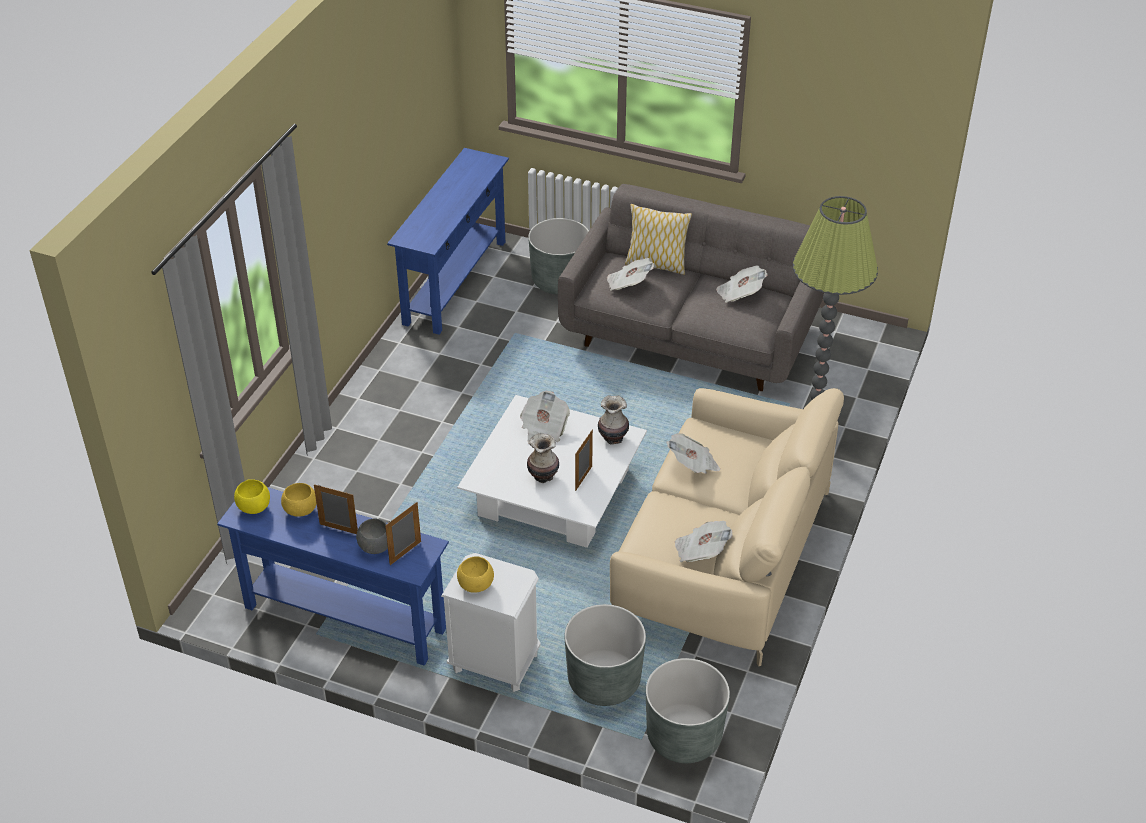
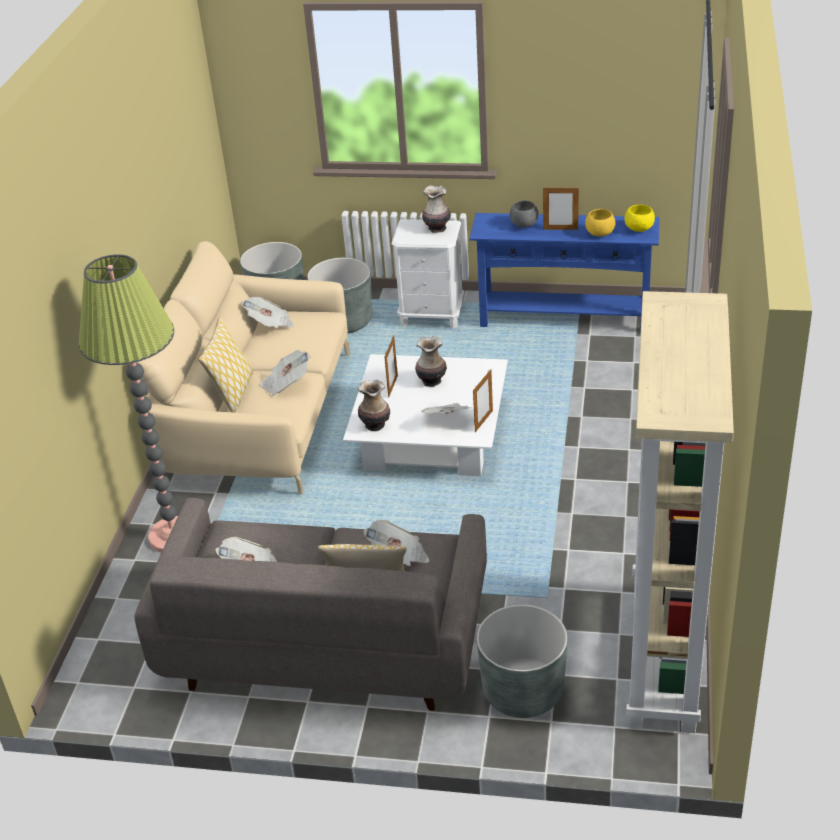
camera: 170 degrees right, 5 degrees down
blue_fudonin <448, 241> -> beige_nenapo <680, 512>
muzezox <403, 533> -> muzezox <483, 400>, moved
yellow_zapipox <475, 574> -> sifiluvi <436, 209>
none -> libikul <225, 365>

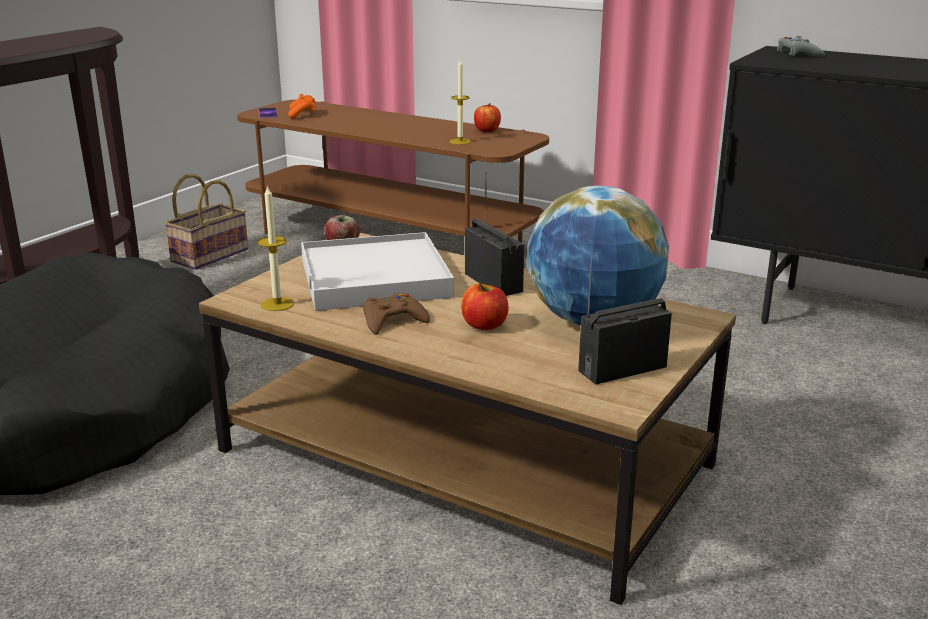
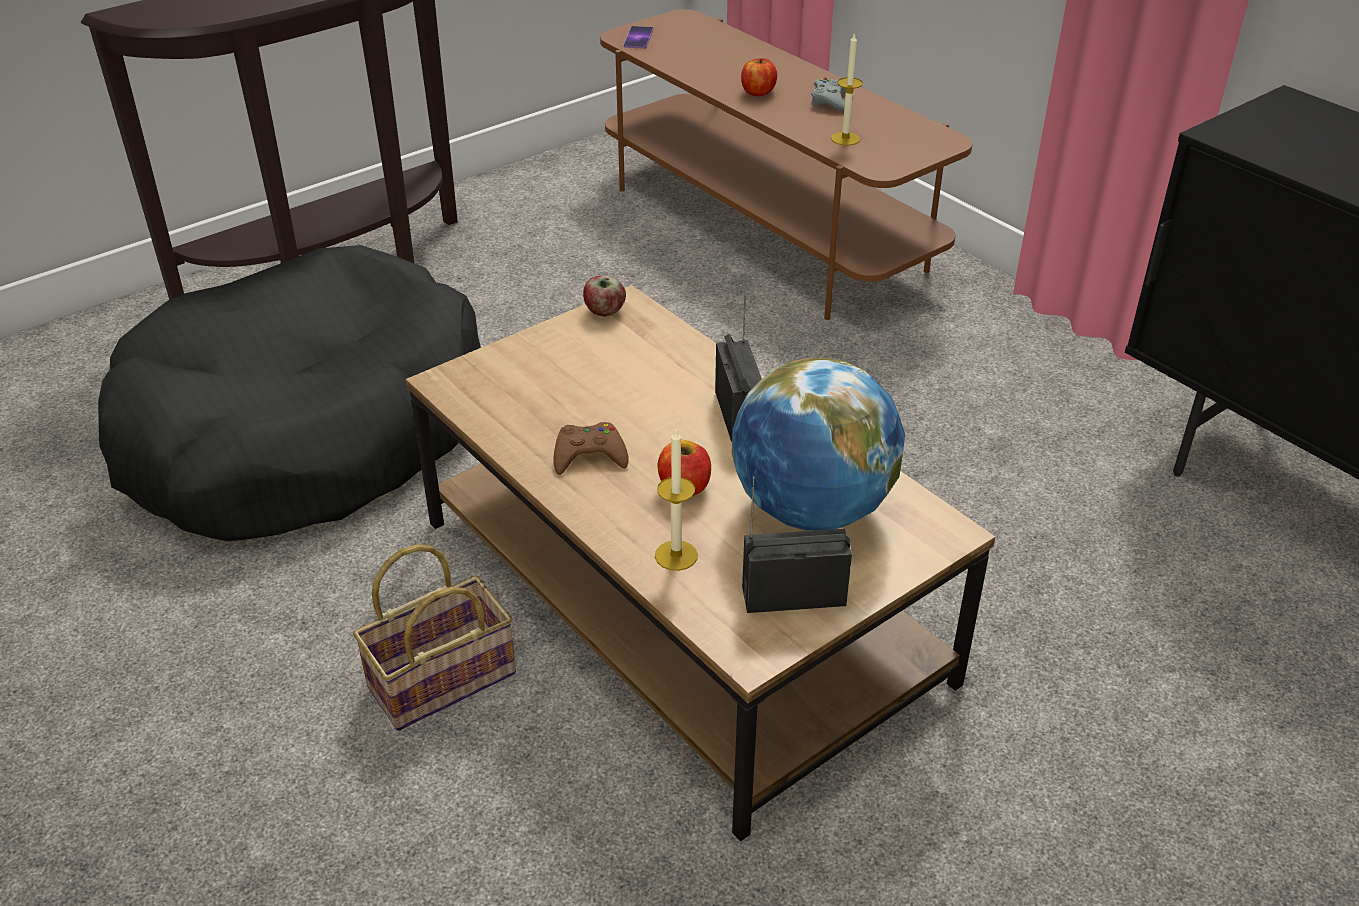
camera: 20 degrees right, 15 degrees up
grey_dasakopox <801, 46> -> grey_dasakopox <828, 95>, moved
orange_dasakopox <301, 106> -> none
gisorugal <487, 117> -> gisorugal <759, 77>, moved
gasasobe <206, 222> -> gasasobe <434, 637>, moved
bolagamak <276, 248> -> bolagamak <676, 500>, moved
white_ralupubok <377, 271> -> none

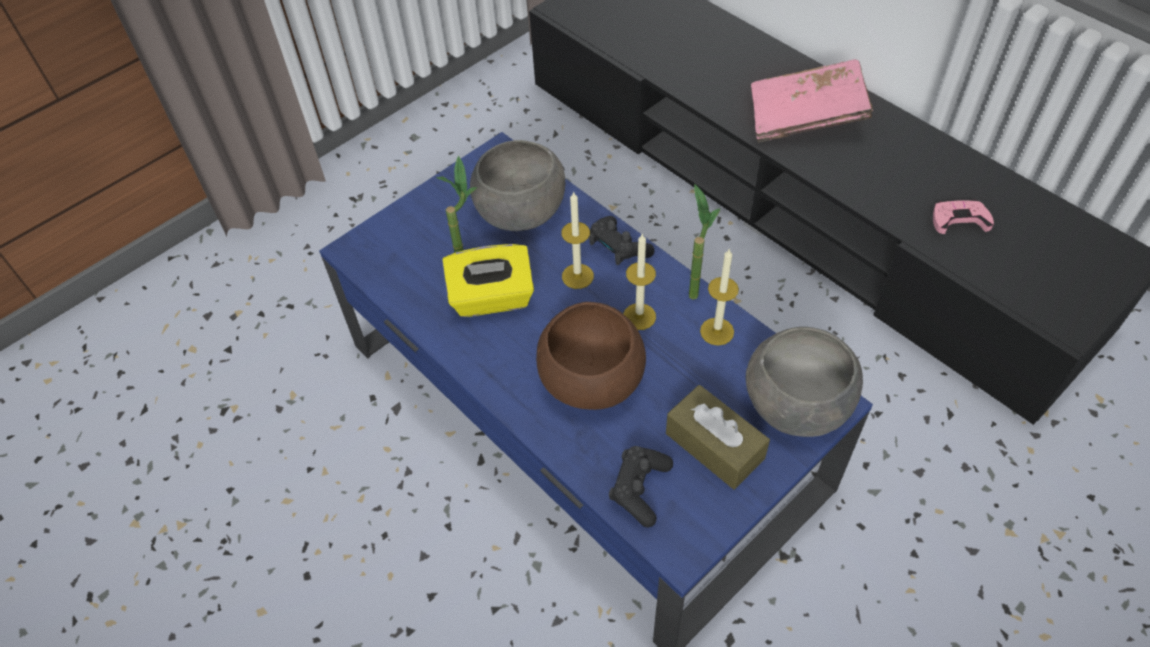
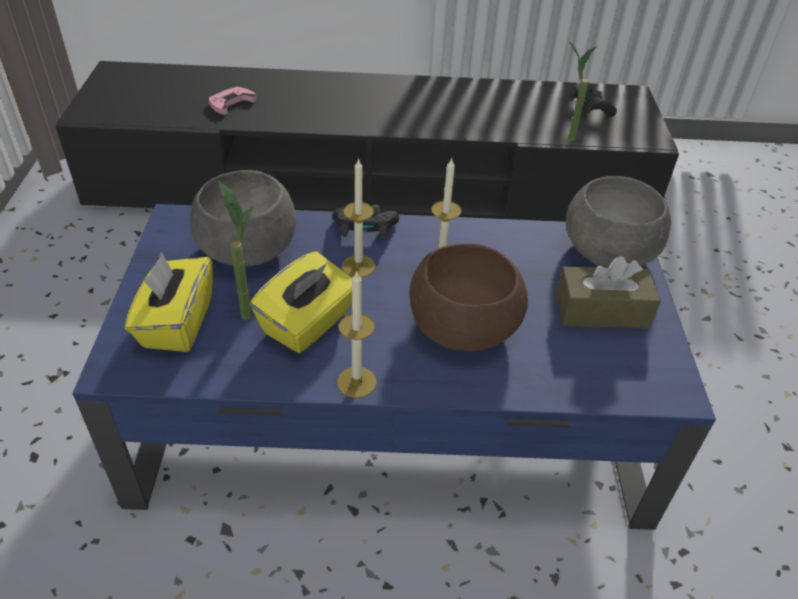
camera: 50 degrees left, 10 degrees down
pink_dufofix <812, 100> -> none
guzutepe <704, 241> -> guzutepe <583, 91>, moved
pink_dasakopox <963, 217> -> pink_dasakopox <232, 100>, moved
bolagamak <719, 297> -> bolagamak <357, 334>, moved
black_dasakopox <641, 486> -> black_dasakopox <593, 100>, moved
none -> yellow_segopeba <169, 302>

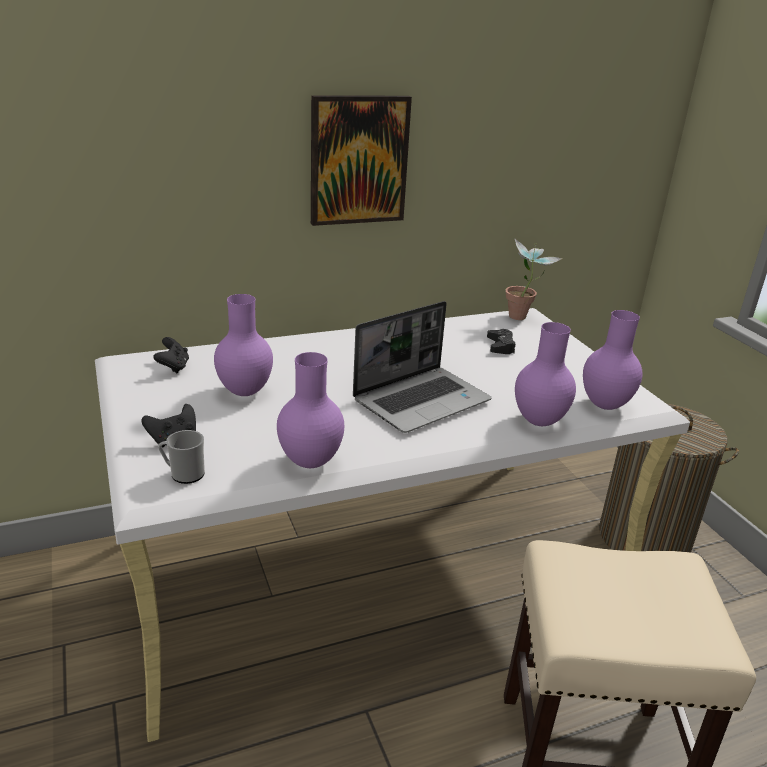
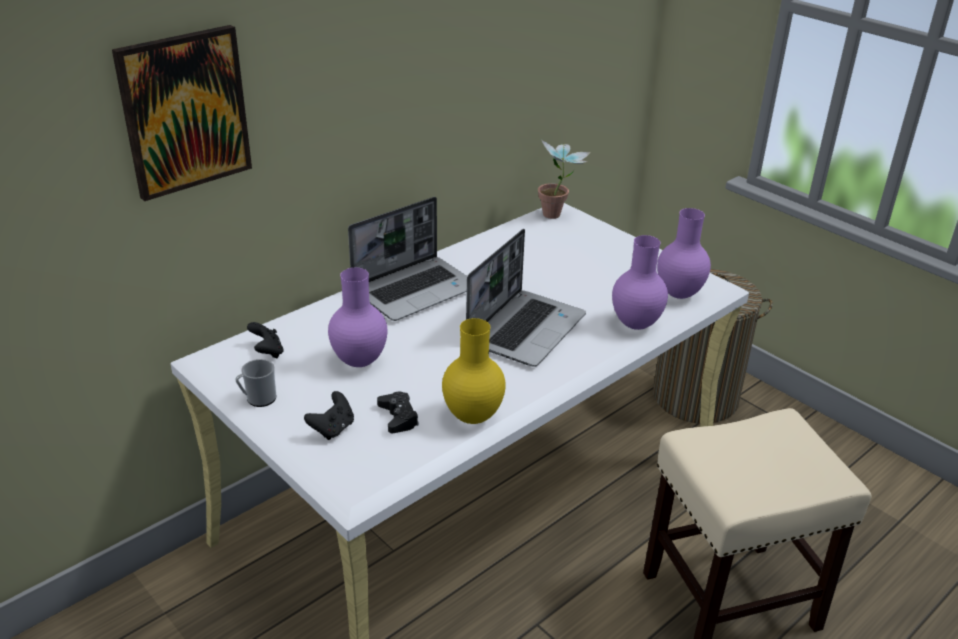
camera: 20 degrees left, 5 degrees up
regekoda <361, 161> -> regekoda <182, 113>, moved
black_dasakopox <501, 341> -> black_dasakopox <398, 412>, moved
purple_sifiluvi <310, 410> -> yellow_sifiluvi <474, 371>
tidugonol <181, 457> -> tidugonol <255, 383>, moved
none -> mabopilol <407, 259>

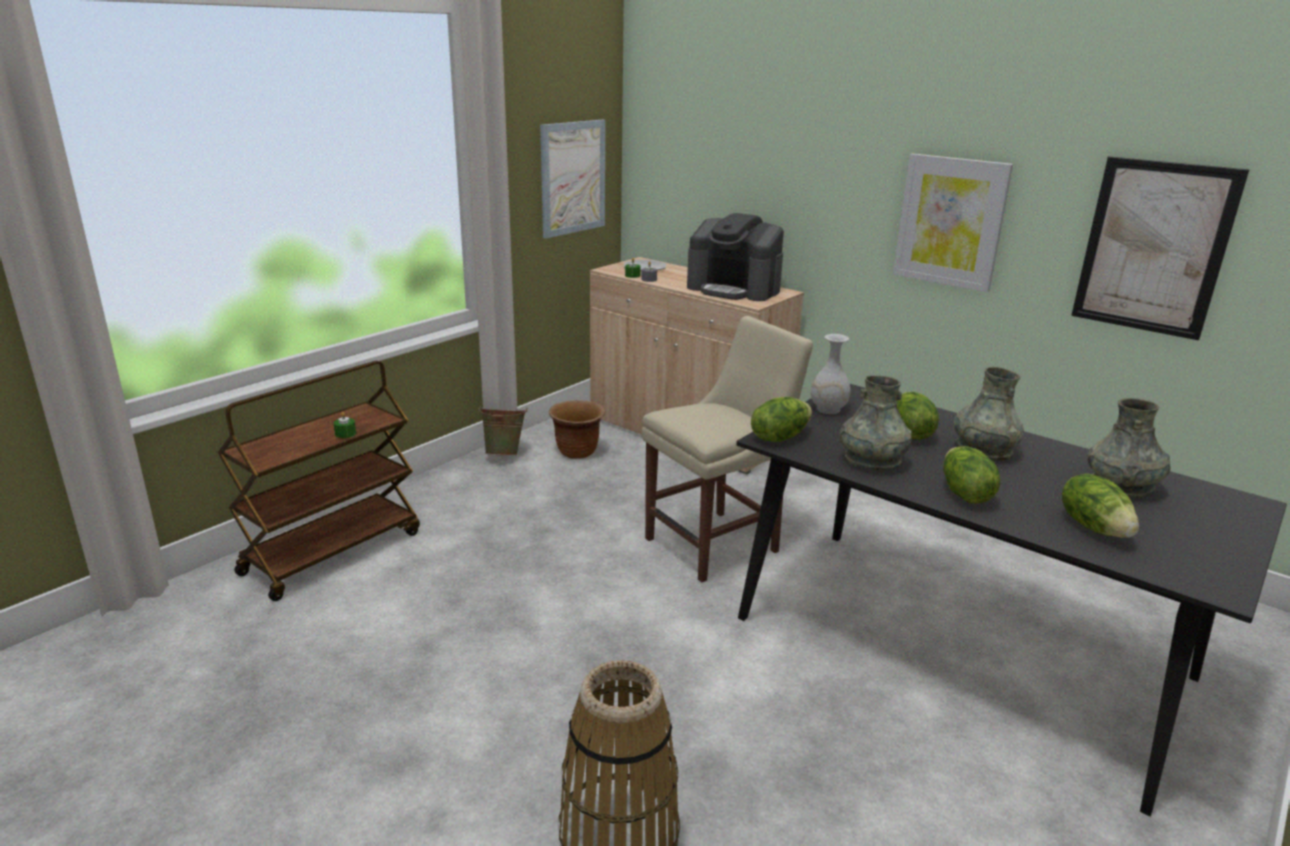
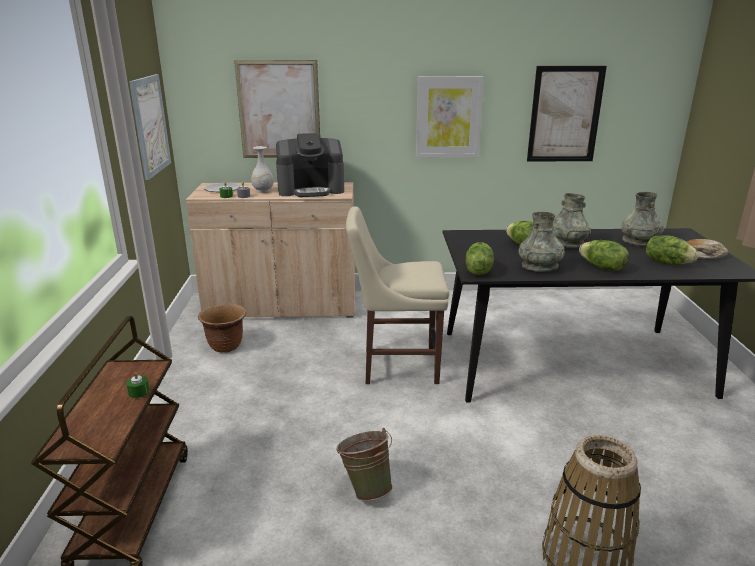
camera: 40 degrees left, 0 degrees up
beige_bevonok <727, 449> -> beige_bevonok <397, 295>, 105 degrees counterclockwise
white_sifiluvi <831, 374> -> white_sifiluvi <262, 169>, moved
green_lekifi <503, 430> -> green_lekifi <364, 464>, moved
none -> regekoda <277, 109>
none -> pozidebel <707, 249>

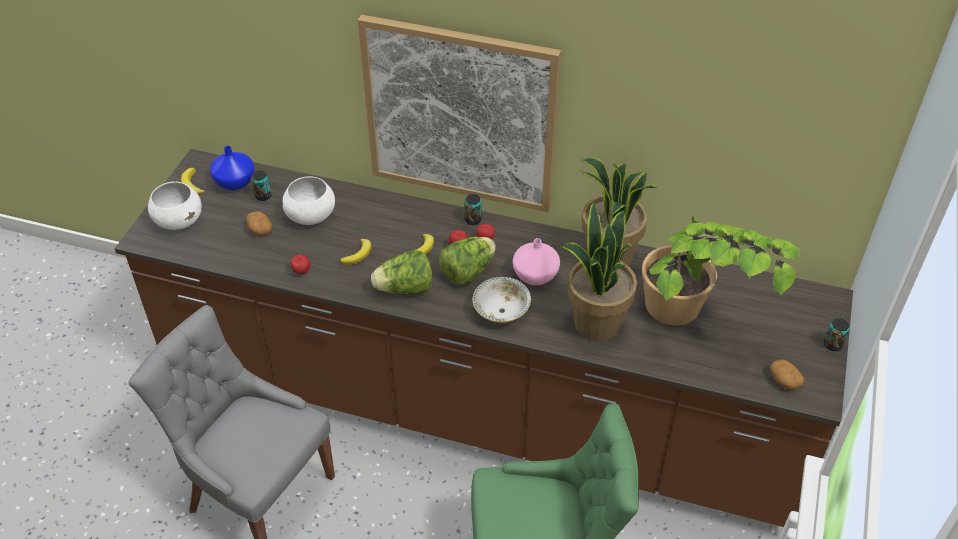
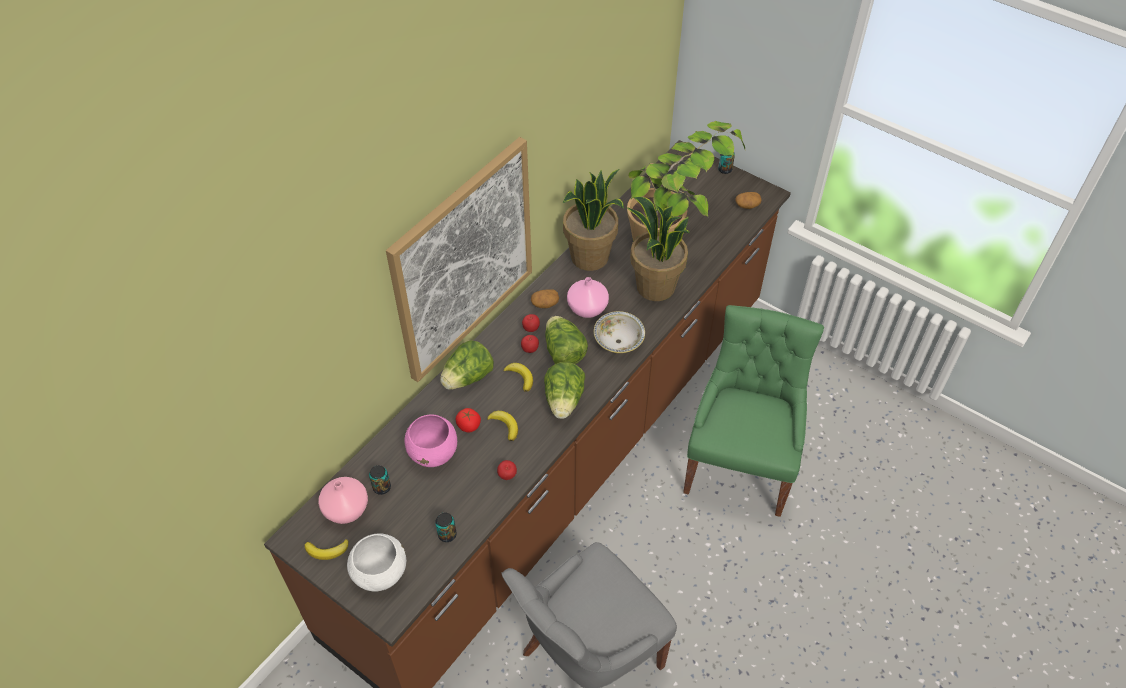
camera: 70 degrees left, 5 degrees up
blue_sifiluvi <232, 168> -> pink_sifiluvi <343, 500>
white_zapipox <308, 200> -> pink_zapipox <431, 440>
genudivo <473, 209> -> genudivo <446, 527>, moved
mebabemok <259, 223> -> mebabemok <545, 298>, moved
none -> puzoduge <467, 365>
none -> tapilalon <468, 420>

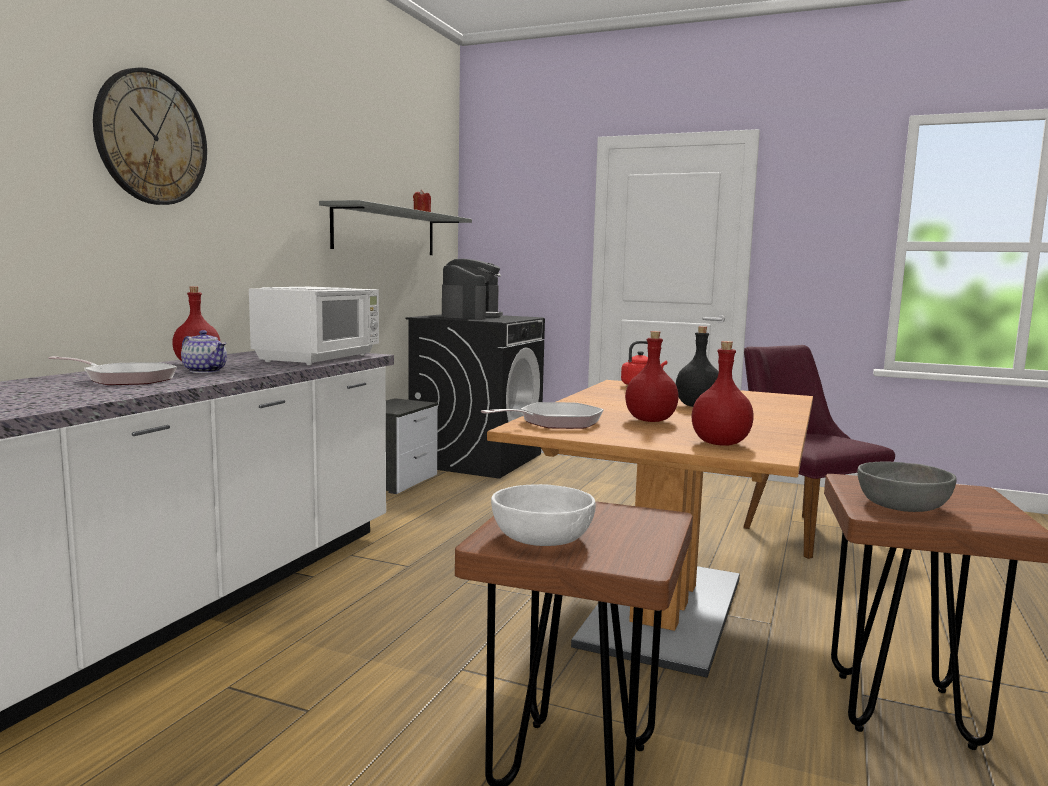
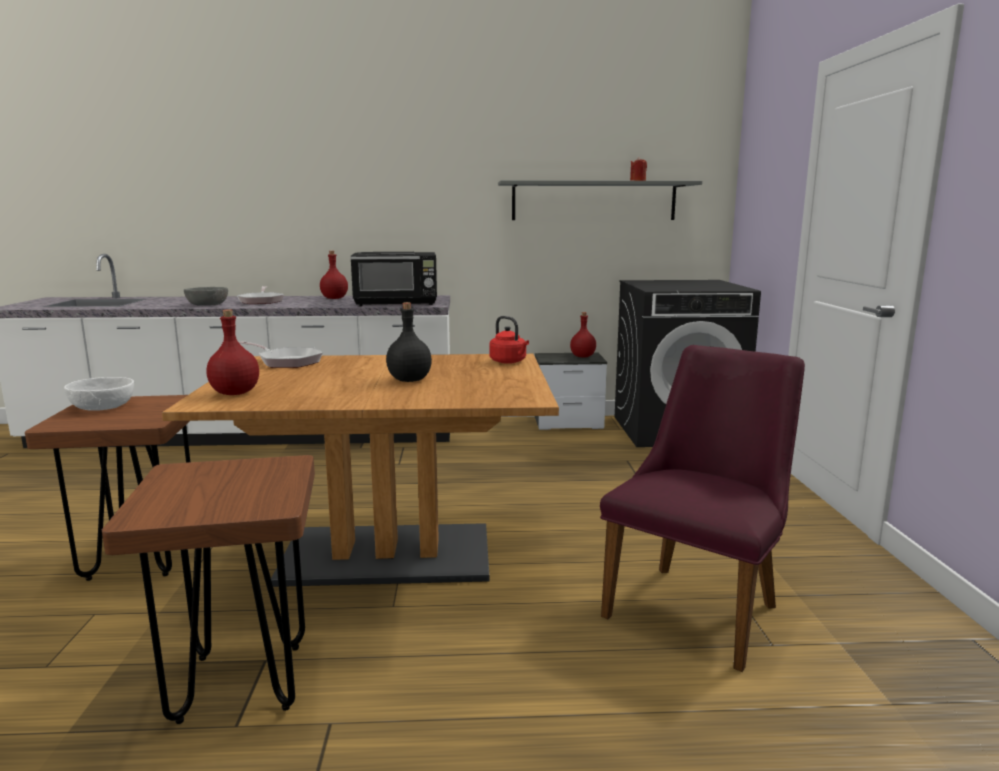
camera: 65 degrees right, 5 degrees up
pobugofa <150, 136> -> none
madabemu <472, 289> -> none
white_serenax <314, 326> -> black_serenax <393, 279>
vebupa <204, 351> -> none
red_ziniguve <652, 376> -> red_ziniguve <583, 335>, moved
grey_zapipox <907, 486> -> grey_zapipox <206, 296>, moved

